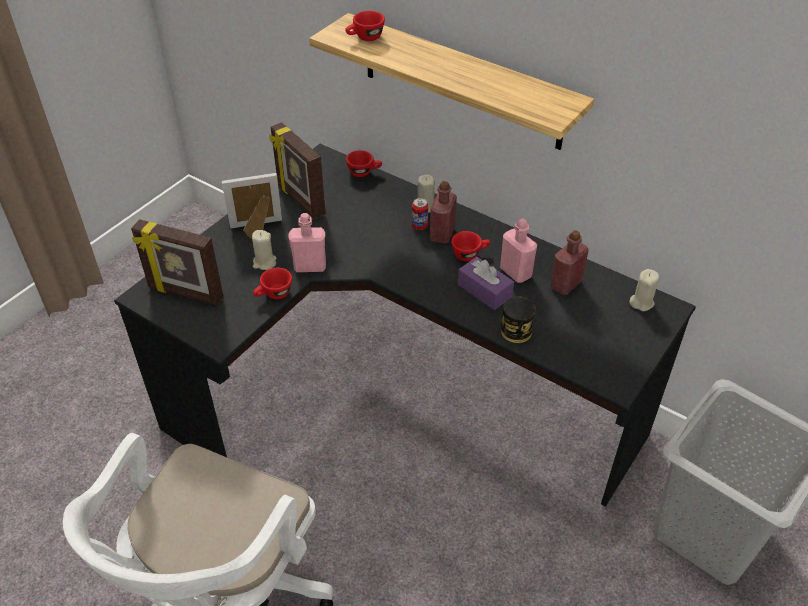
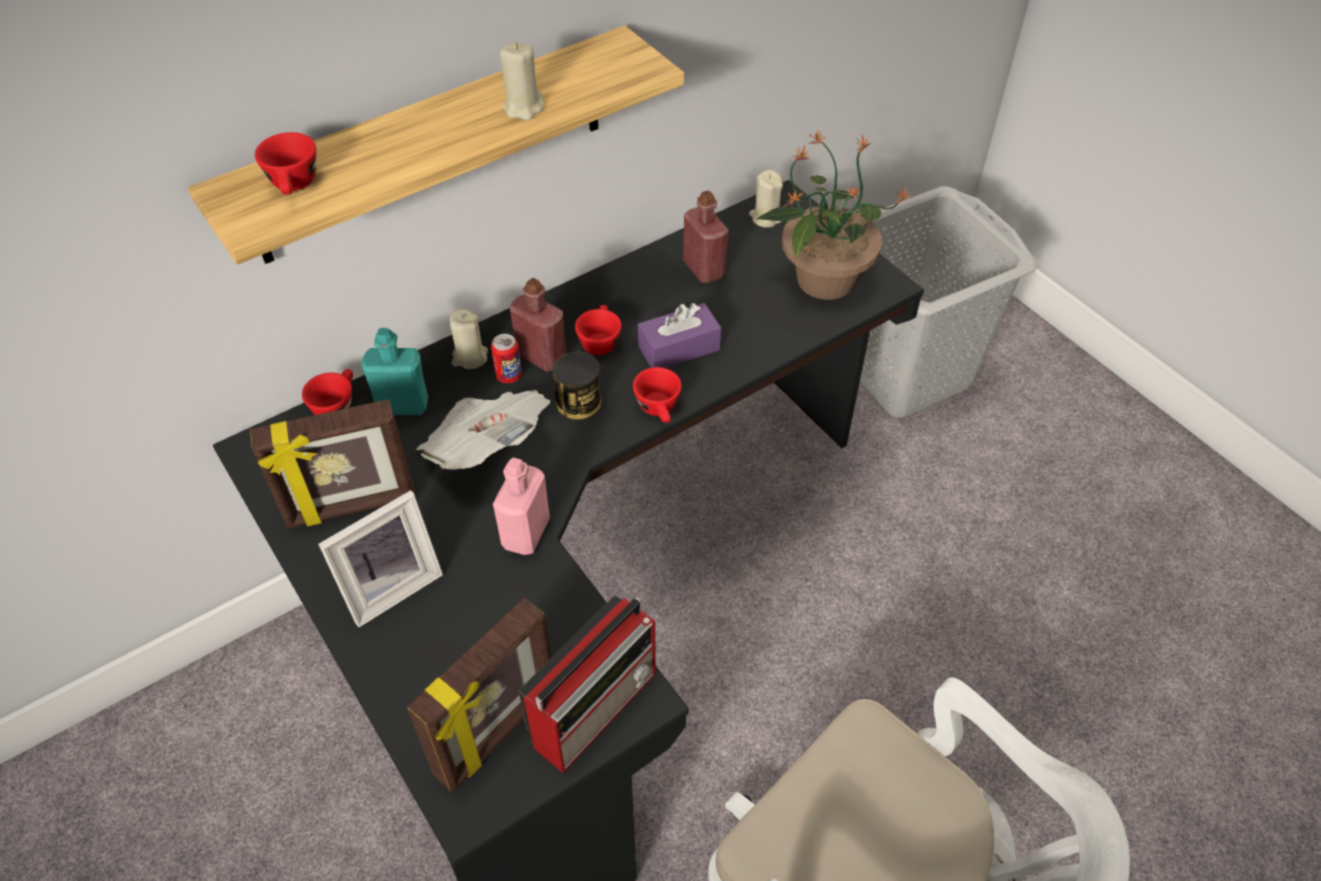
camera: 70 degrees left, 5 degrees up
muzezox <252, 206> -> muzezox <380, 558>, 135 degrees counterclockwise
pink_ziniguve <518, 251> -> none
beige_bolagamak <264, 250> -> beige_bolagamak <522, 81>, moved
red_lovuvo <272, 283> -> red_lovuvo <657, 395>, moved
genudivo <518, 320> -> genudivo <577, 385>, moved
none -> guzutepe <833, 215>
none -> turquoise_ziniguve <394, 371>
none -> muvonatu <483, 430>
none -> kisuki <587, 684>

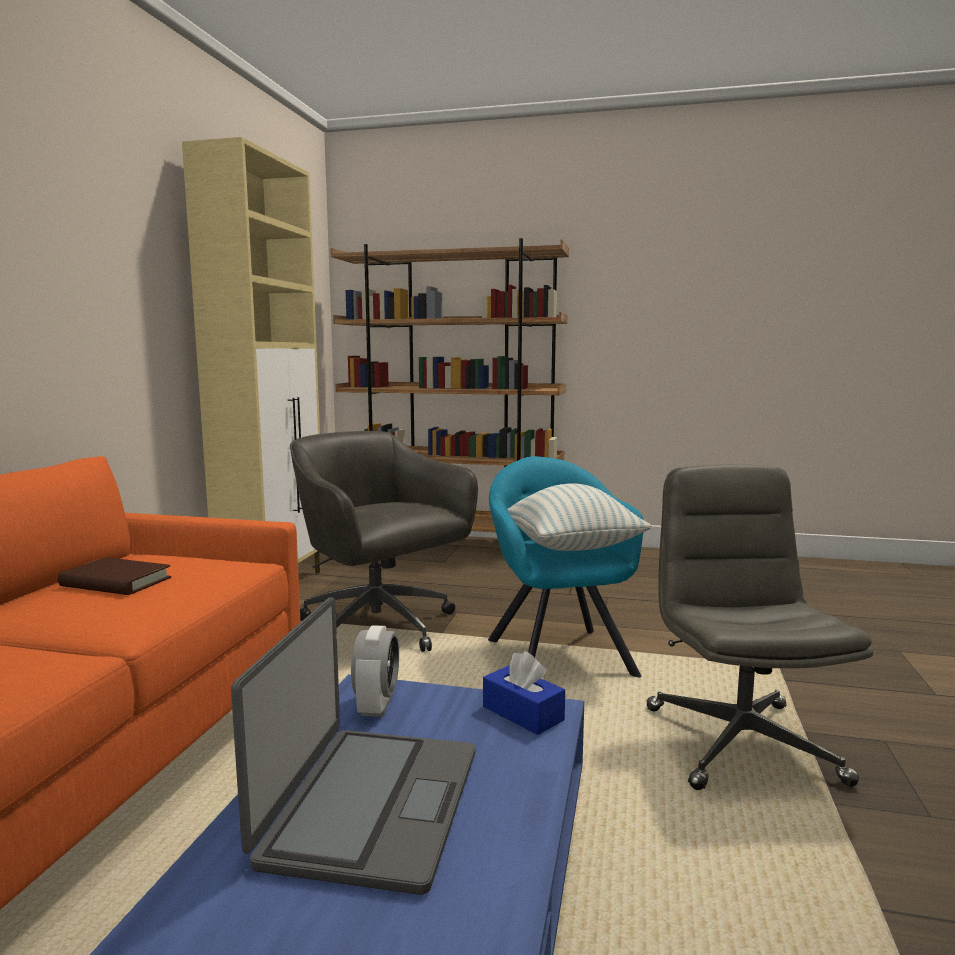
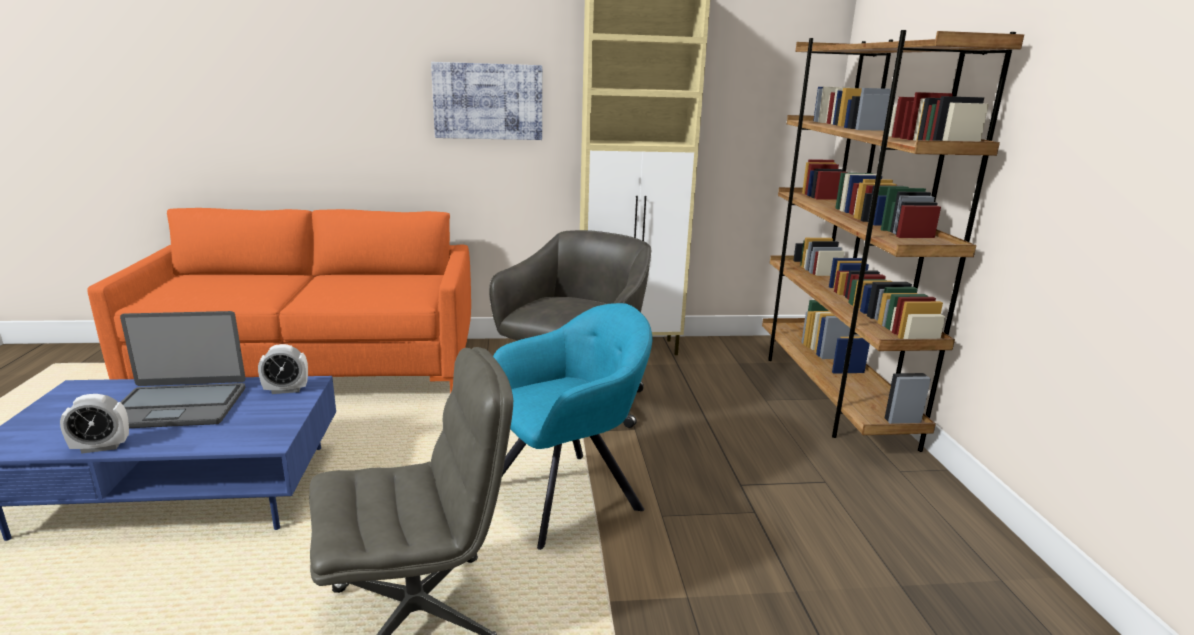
camera: 70 degrees right, 10 degrees up
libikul <580, 517> -> none
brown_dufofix <114, 576> -> none
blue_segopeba <524, 693> -> none
none -> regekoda <486, 101>
none -> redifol <94, 424>

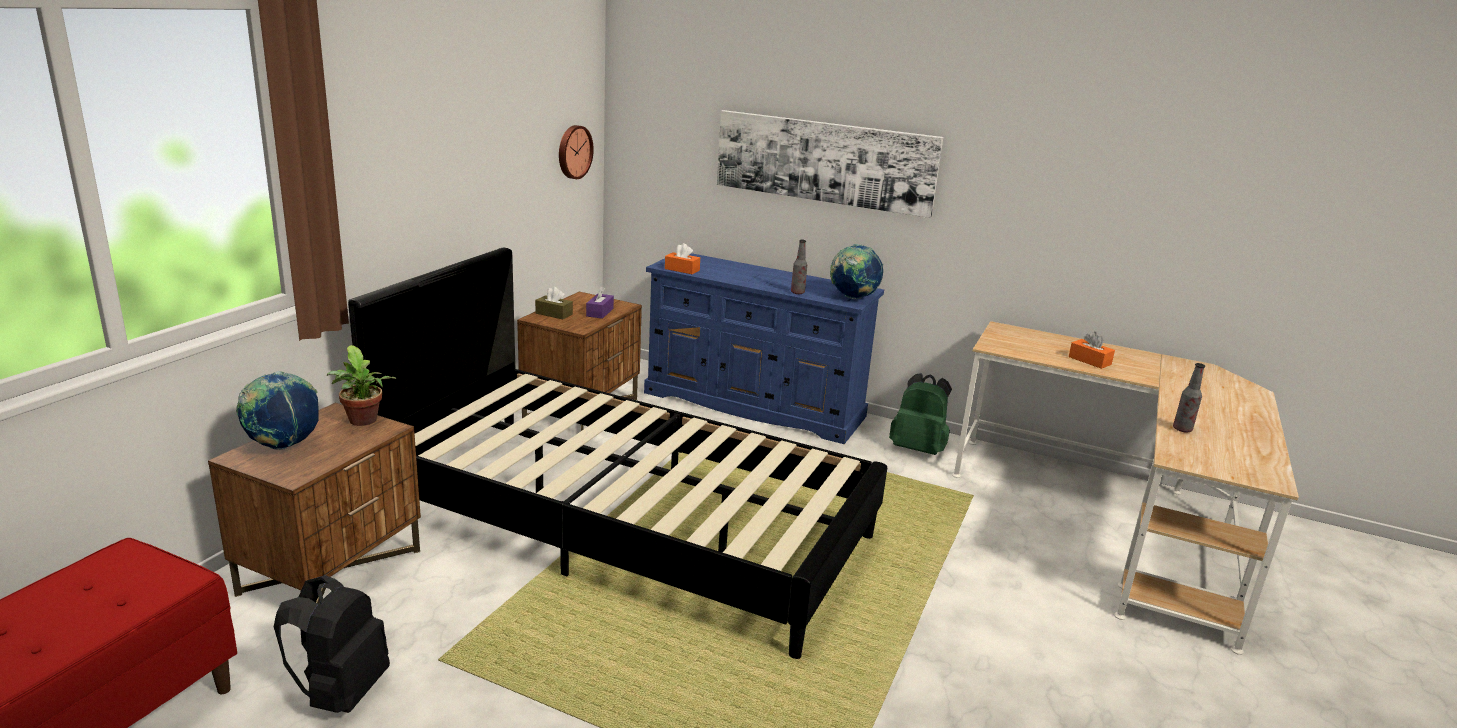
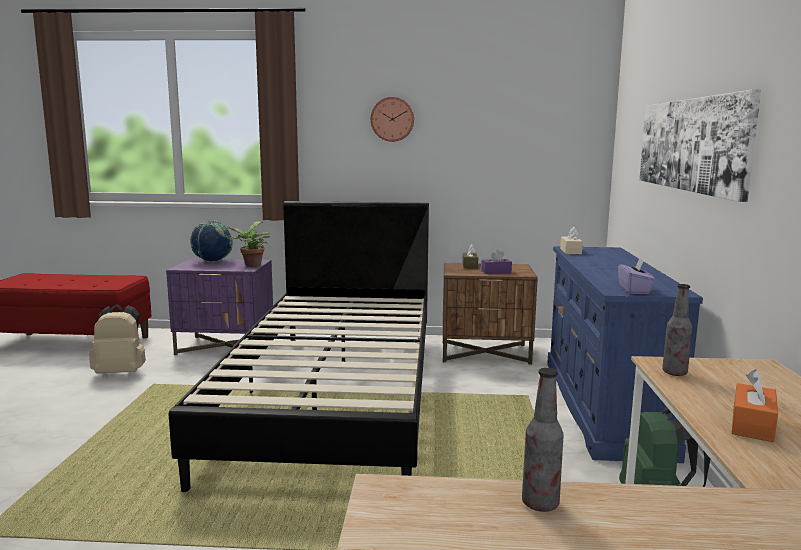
camera: 70 degrees right, 10 degrees down
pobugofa <576, 152> -> pobugofa <392, 119>, moved
ziniguve <799, 267> -> ziniguve <677, 330>, moved
orange_segopeba <682, 258> -> beige_segopeba <571, 240>
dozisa <857, 271> -> purple_segopeba <636, 276>
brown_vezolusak <314, 503> -> purple_vezolusak <219, 306>
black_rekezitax <332, 644> -> beige_rekezitax <117, 339>

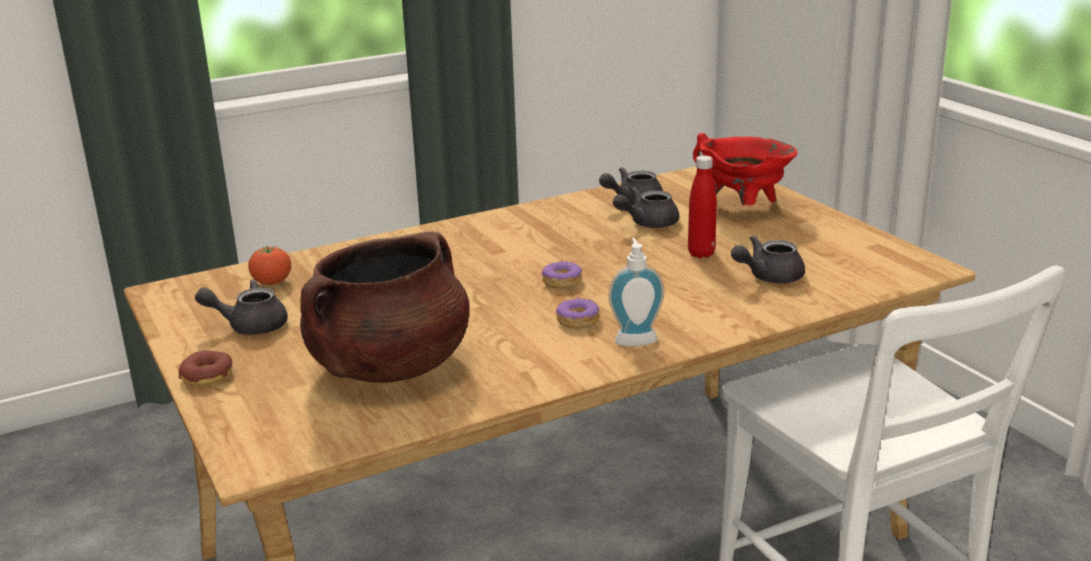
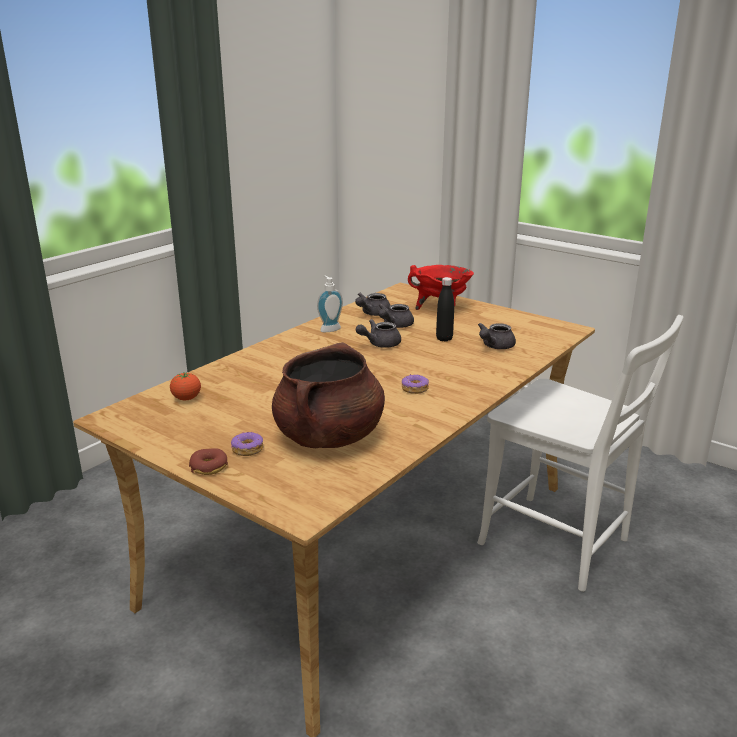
camera: 25 degrees left, 0 degrees up
red_ziniguve <702, 207> -> black_ziniguve <445, 309>
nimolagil <636, 292> -> nimolagil <330, 304>, moved
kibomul <561, 274> -> kibomul <247, 444>, moved
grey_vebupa <241, 307> -> grey_vebupa <378, 333>, moved

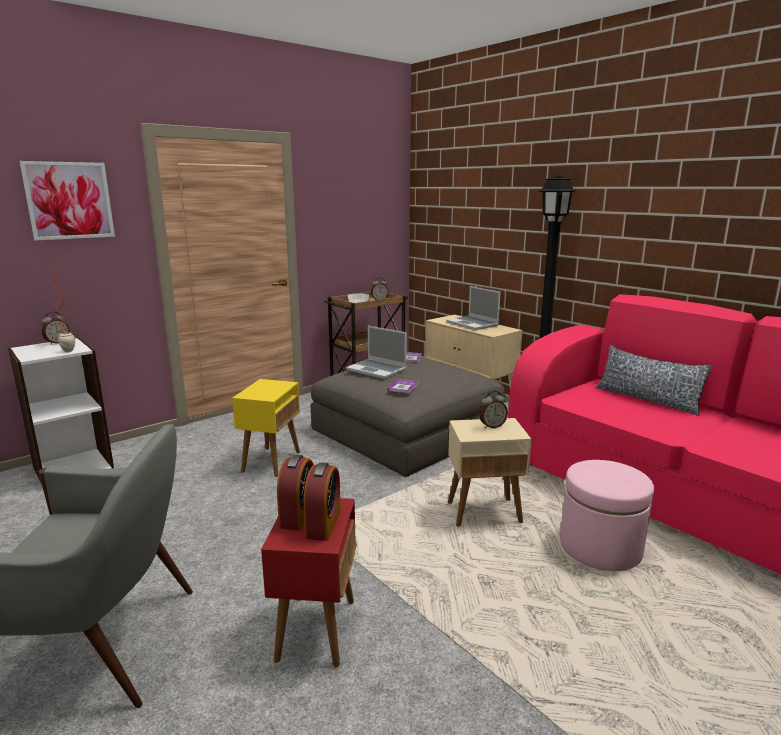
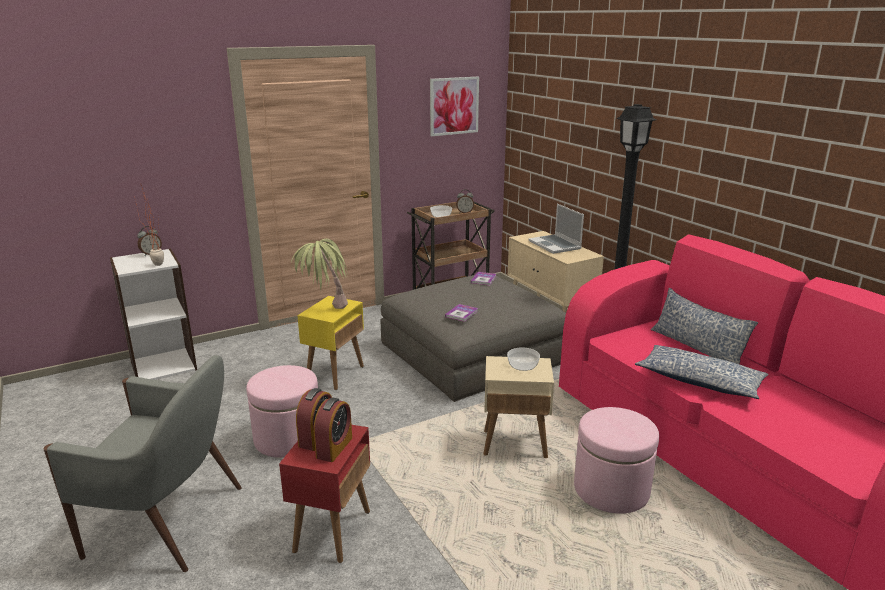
camera: 10 degrees right, 5 degrees up
regekoda <67, 201> -> regekoda <454, 106>, moved
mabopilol <376, 352> -> none
redifol <493, 410> -> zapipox <523, 359>
none -> guzutepe <319, 274>
none -> libikul <702, 372>
none -> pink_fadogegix <282, 411>

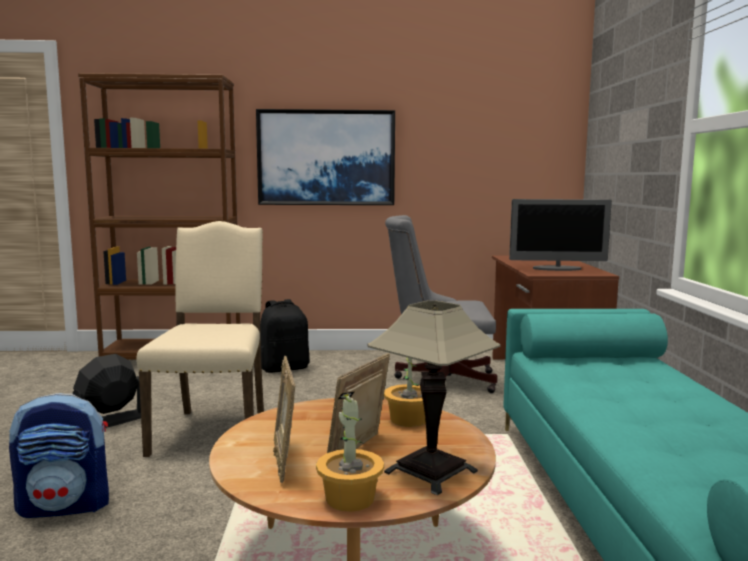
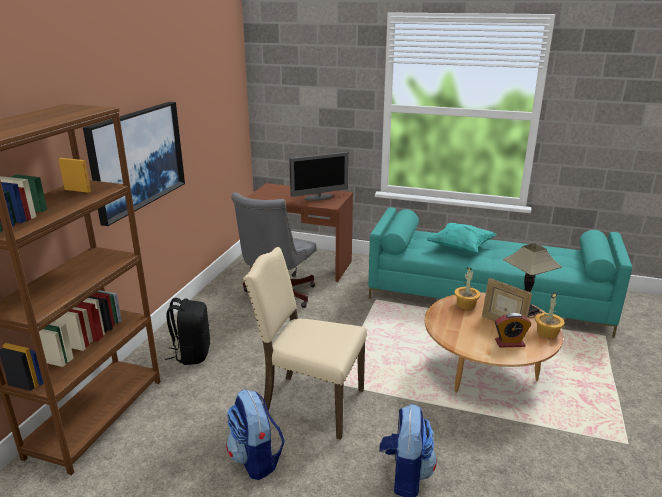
camera: 70 degrees left, 15 degrees up
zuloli <560, 235> -> zuloli <318, 176>, 45 degrees clockwise
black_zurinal <107, 391> -> rekezitax <255, 434>
muzezox <284, 419> -> redifol <513, 330>
none -> turquoise_libikul <462, 238>

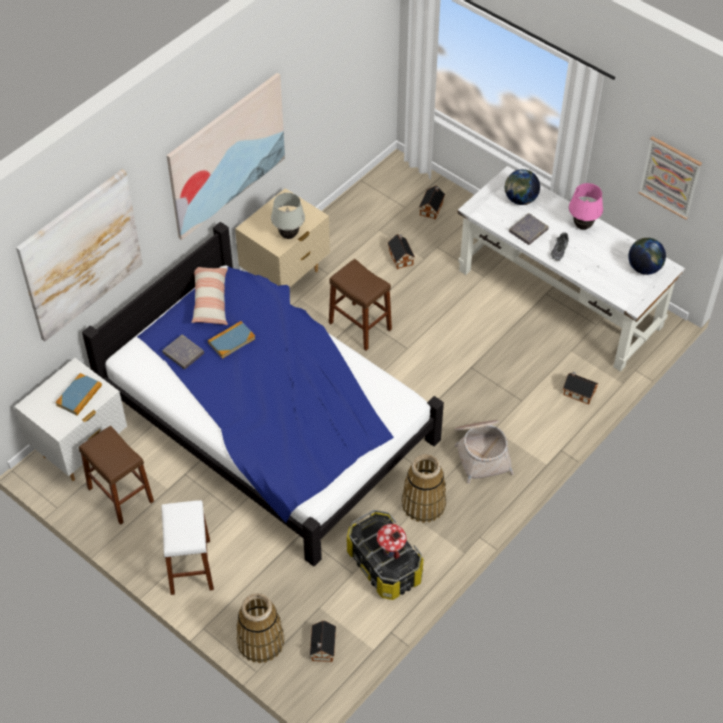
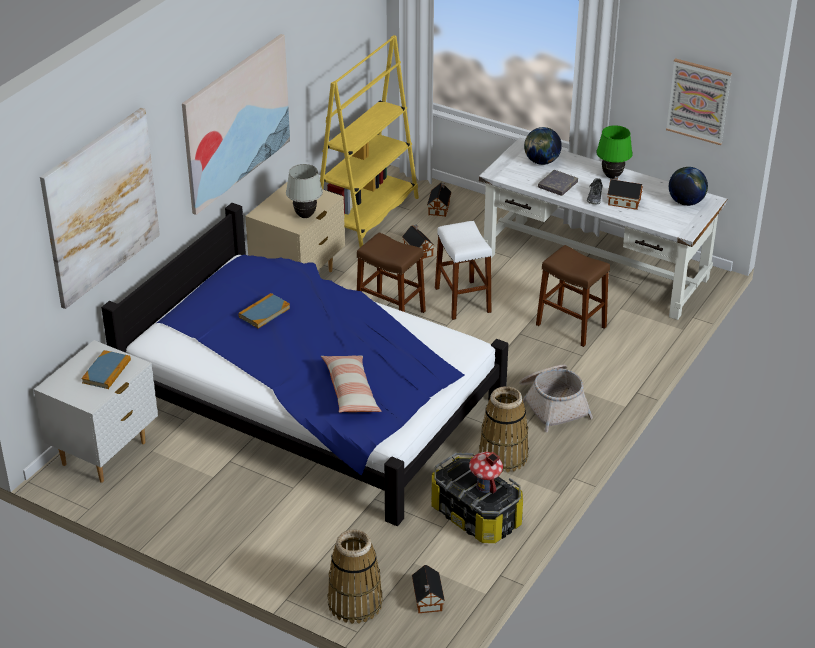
camera: 10 degrees left, 15 degrees down
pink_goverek <586, 206> -> green_goverek <614, 152>
libikul <209, 296> -> libikul <351, 384>, moved
grey_dufofix <183, 352> -> none
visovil <580, 388> -> visovil <625, 193>, moved
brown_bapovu <116, 475> -> brown_bapovu <573, 296>, moved
white_bapovu <187, 547> -> white_bapovu <463, 270>, moved
none -> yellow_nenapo <369, 141>

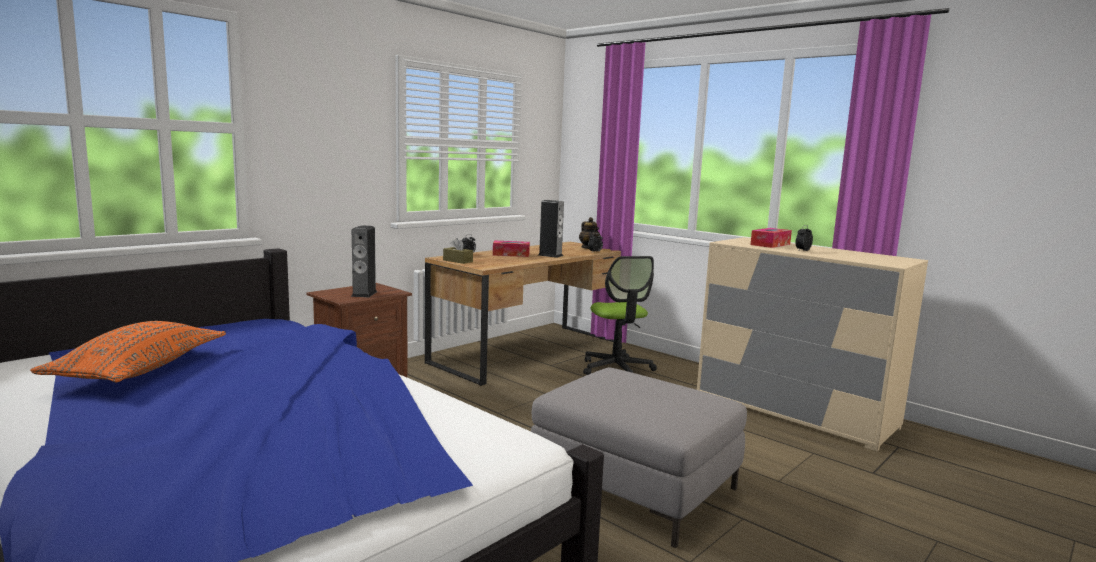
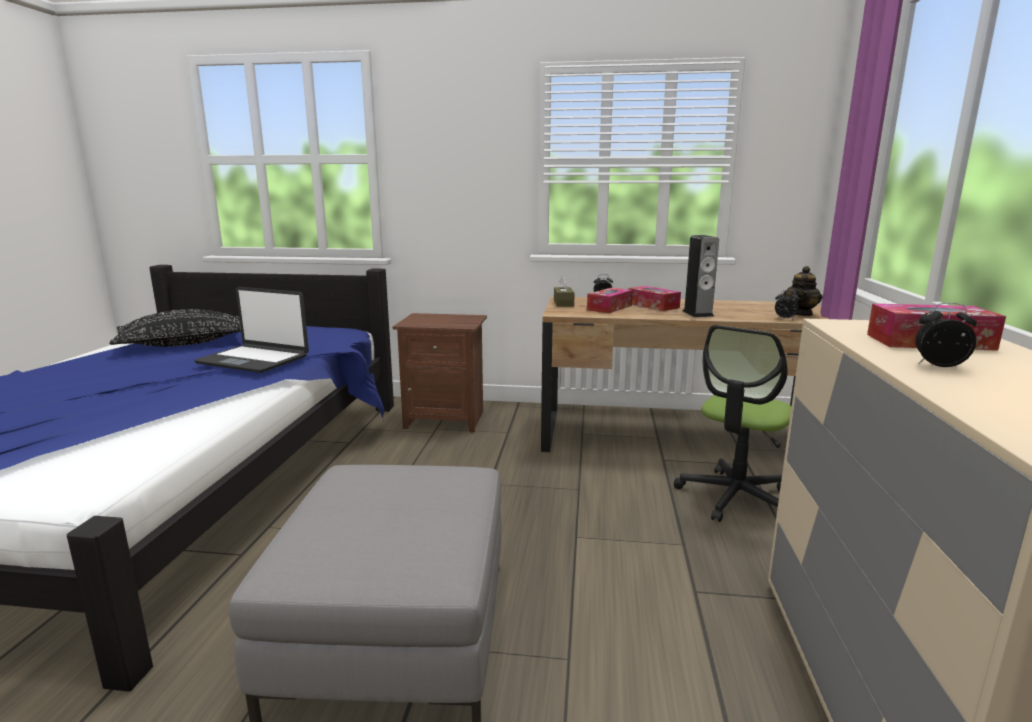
camera: 55 degrees right, 5 degrees up
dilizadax <364, 261> -> none
orange_libikul <128, 351> -> black_libikul <175, 328>
none -> mabopilol <251, 330>
none -> segopeba <610, 300>

